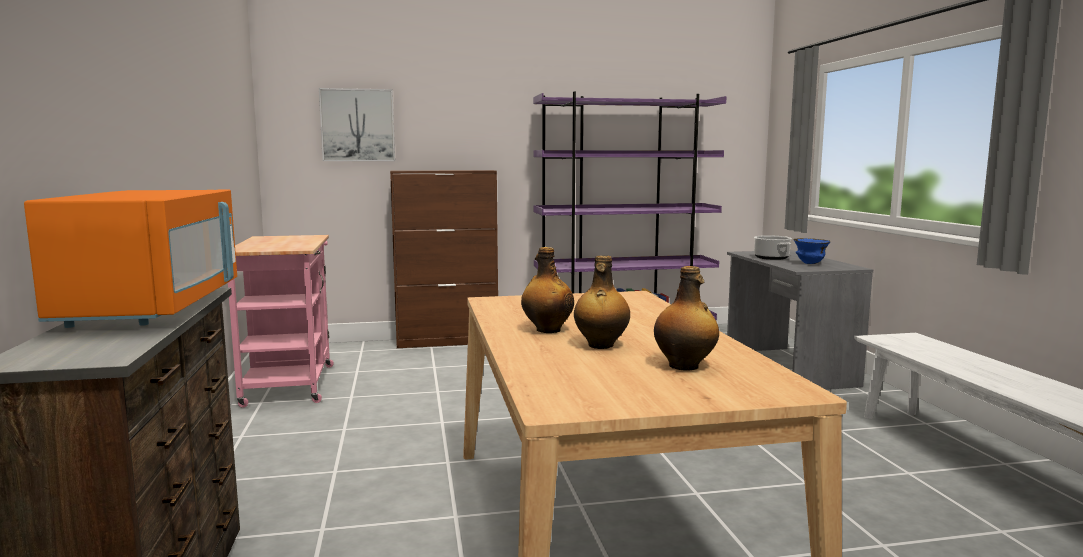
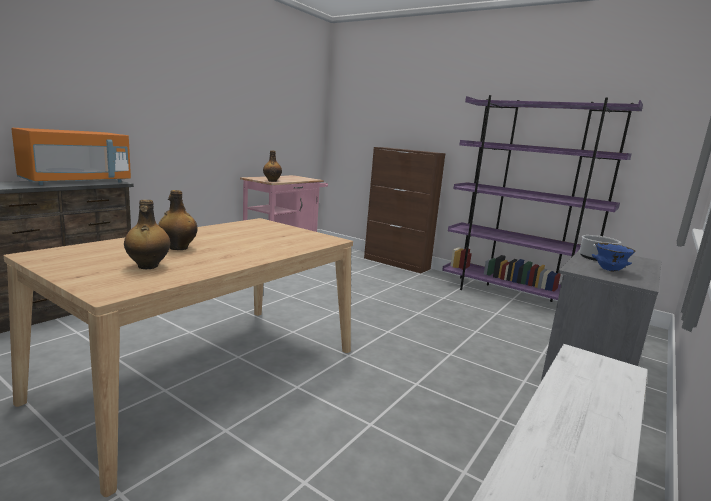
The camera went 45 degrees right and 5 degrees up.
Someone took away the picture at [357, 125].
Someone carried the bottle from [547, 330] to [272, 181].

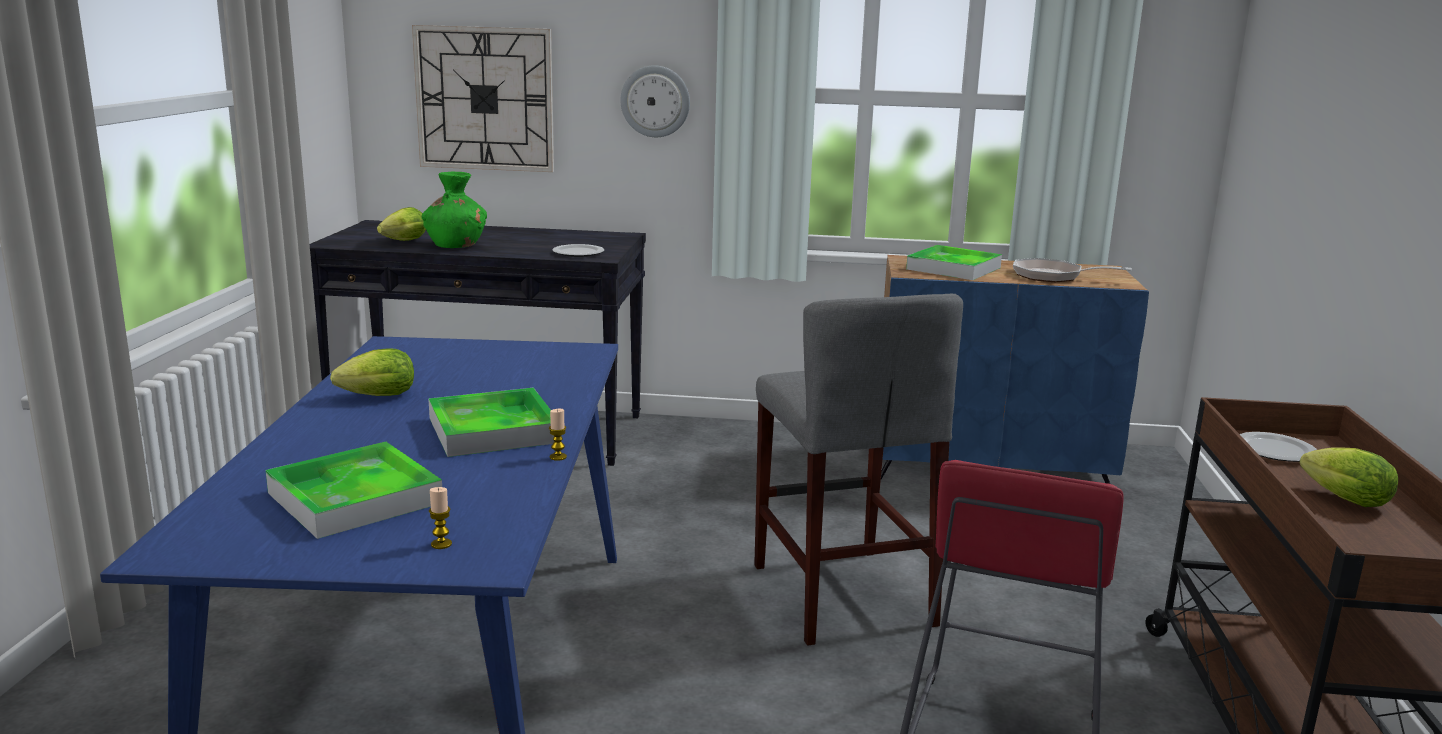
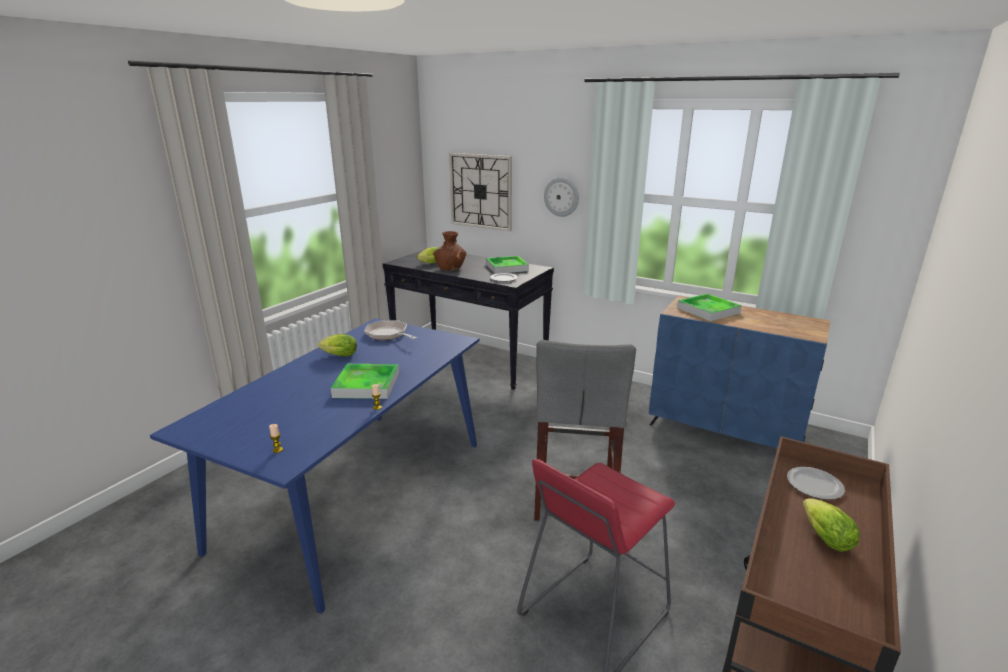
The camera went 25 degrees right and 5 degrees up.
Someone carried the tray from [355, 498] to [507, 267].
Someone repainted the green vase at [456, 246], which became the brown vase at [450, 268].
Someone carried the frying pan from [1053, 276] to [389, 334].

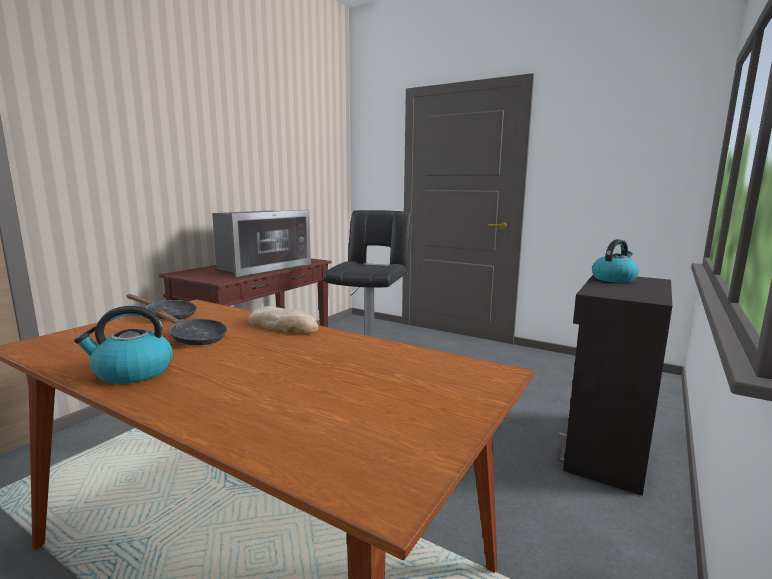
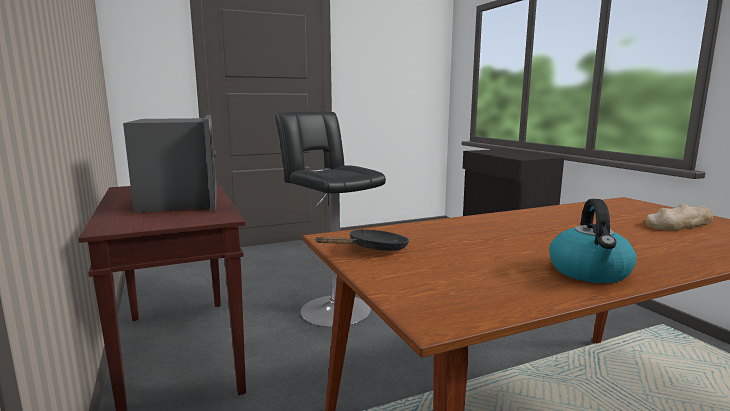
The camera went 55 degrees left and 0 degrees up.
Someone took away the black frying pan at [194, 338].
Someone carried the bread from [283, 326] to [679, 223].
Someone took away the kettle at [613, 279].

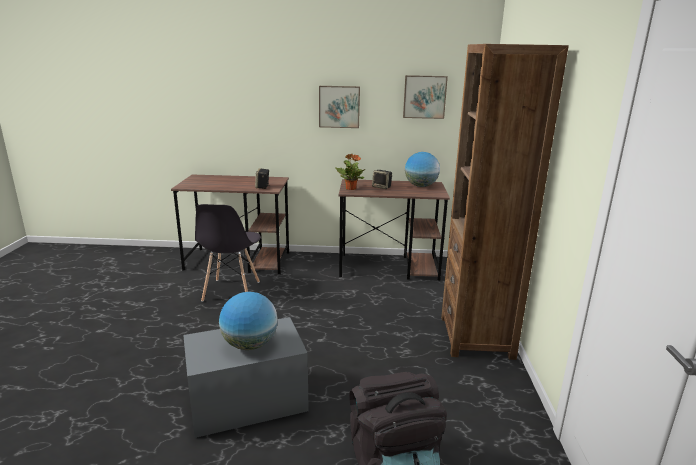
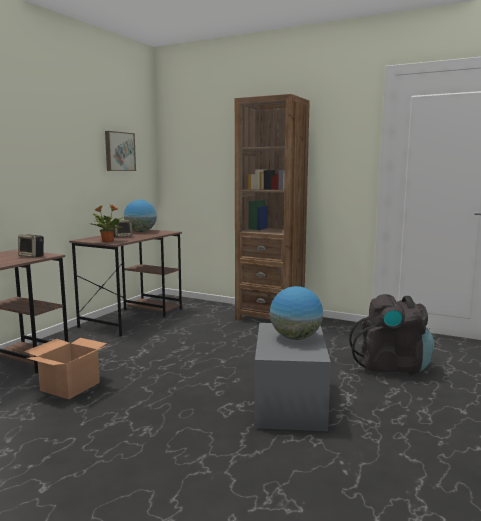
The camera went 65 degrees left and 10 degrees down.
Someone swapped the grey chair at [231, 291] for the cardboard box at [70, 387].
Someone took away the picture at [339, 106].

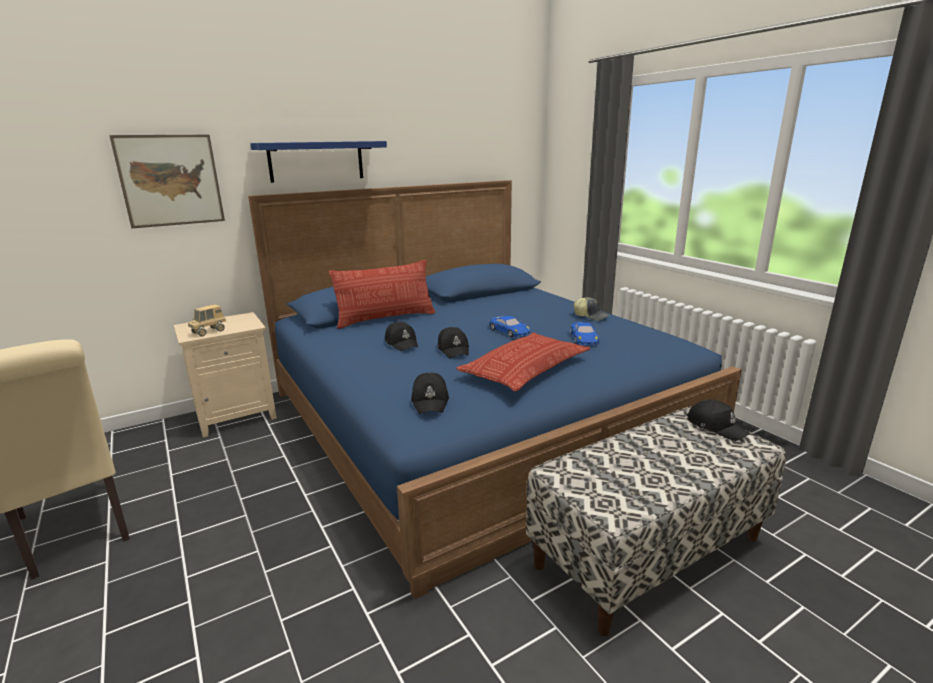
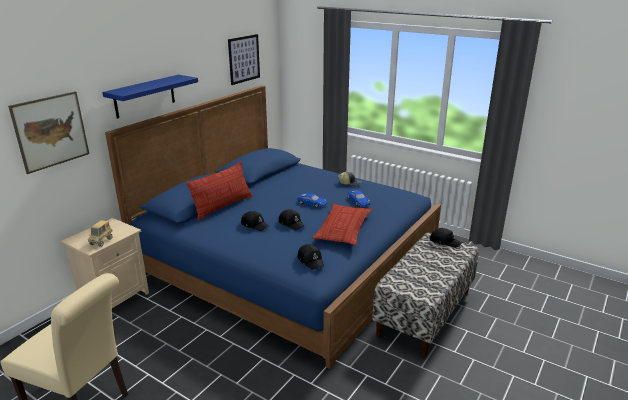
The camera went 25 degrees left and 5 degrees up.
Someone put up the picture at [244, 59].

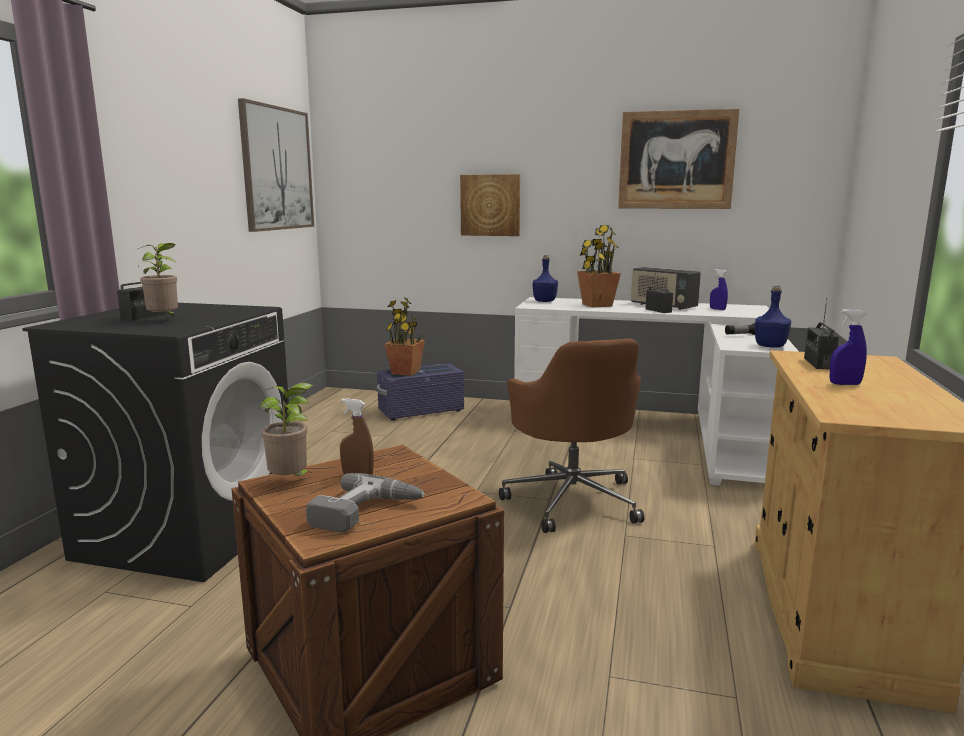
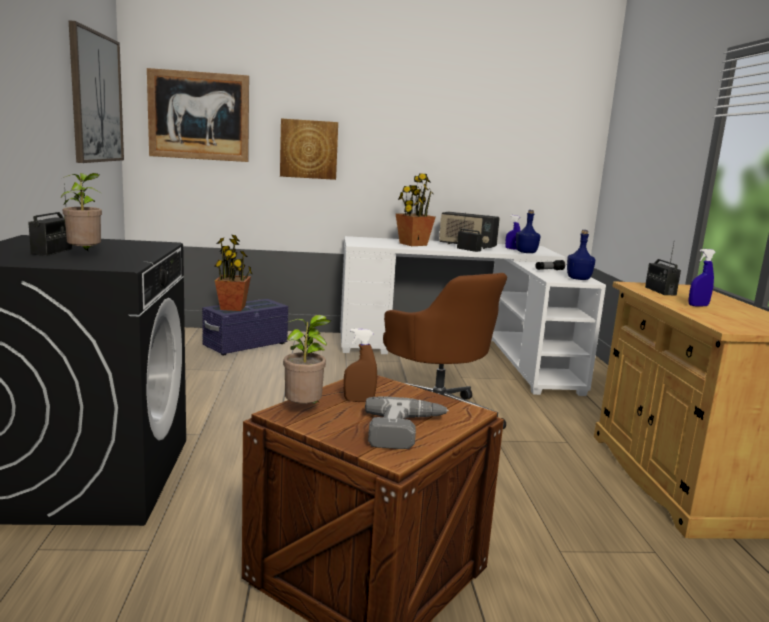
The camera went 20 degrees left and 0 degrees up.
Someone carried the blue bottle from [544, 301] to [526, 252].
Someone carried the picture from [676, 160] to [199, 116].

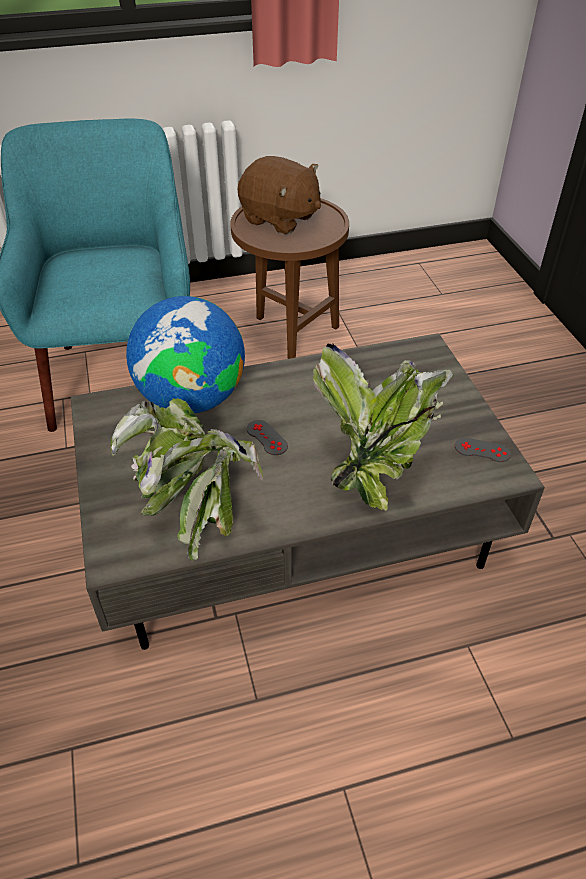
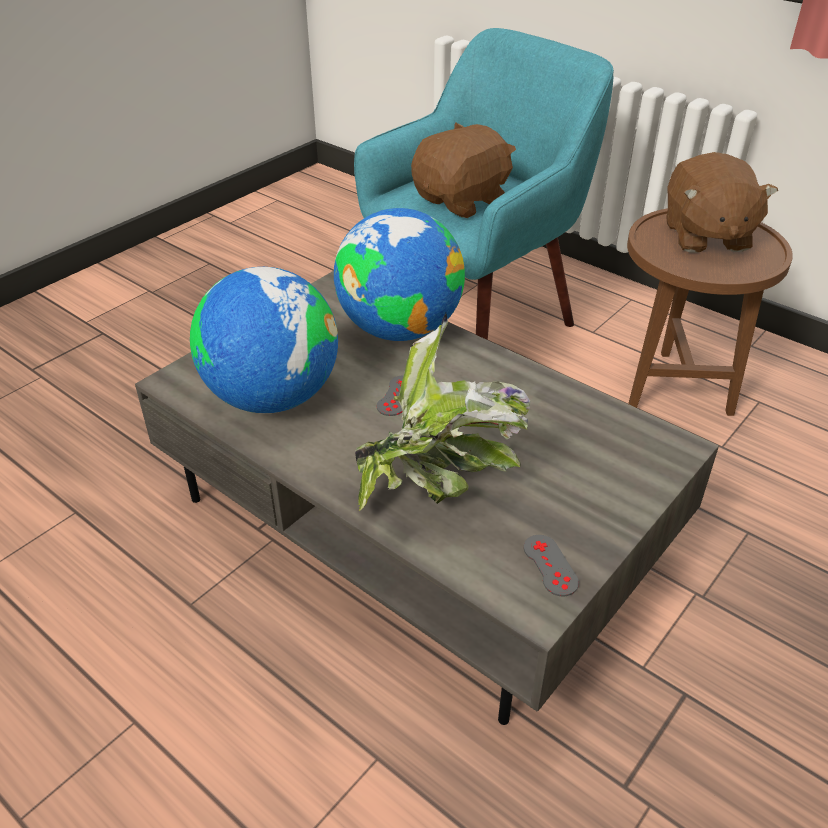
The camera went 55 degrees right and 5 degrees down.
Someone swapped the potted plant at [200, 505] for the globe at [272, 397].
Someone put down the brown plush toy at [463, 201].

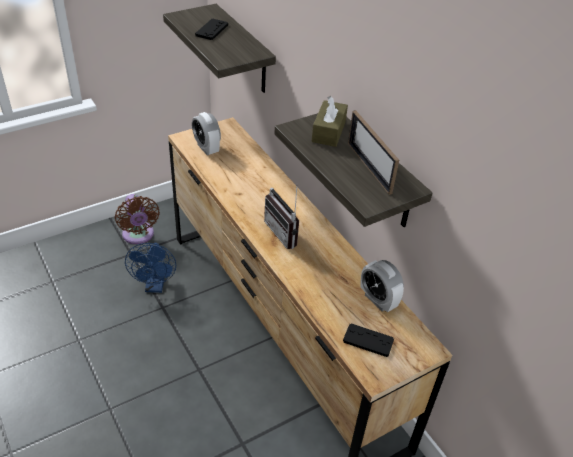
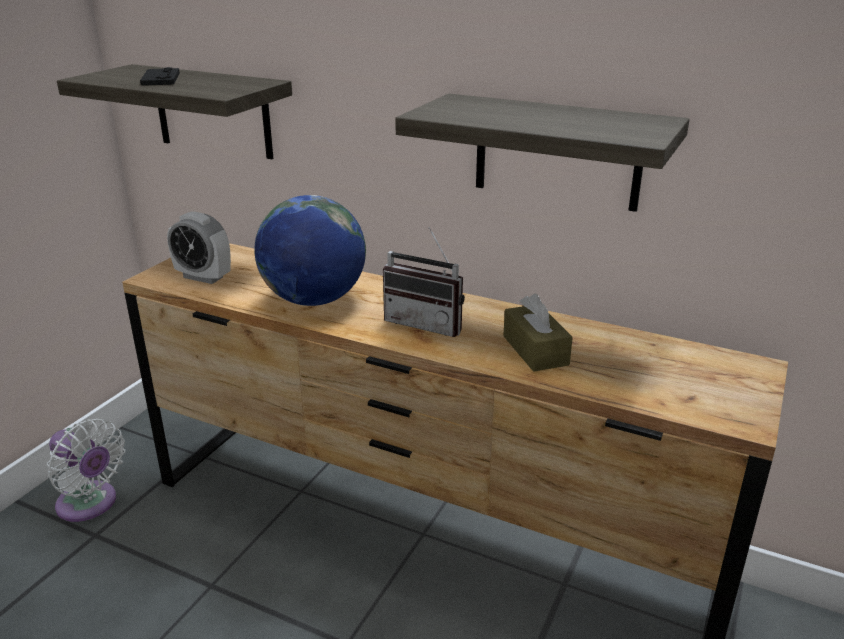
The camera went 30 degrees left and 15 degrees down.
Someone repainted the brown fan at [138, 236], which became the white fan at [90, 505].
Someone took away the blue fan at [155, 286].
Someone carried the brown tissue box from [328, 131] to [535, 350].
Someone took away the black game controller at [368, 341].
Someone took away the picture frame at [369, 167].
Someone took away the alarm clock at [378, 300].
Someone put down the globe at [314, 300].

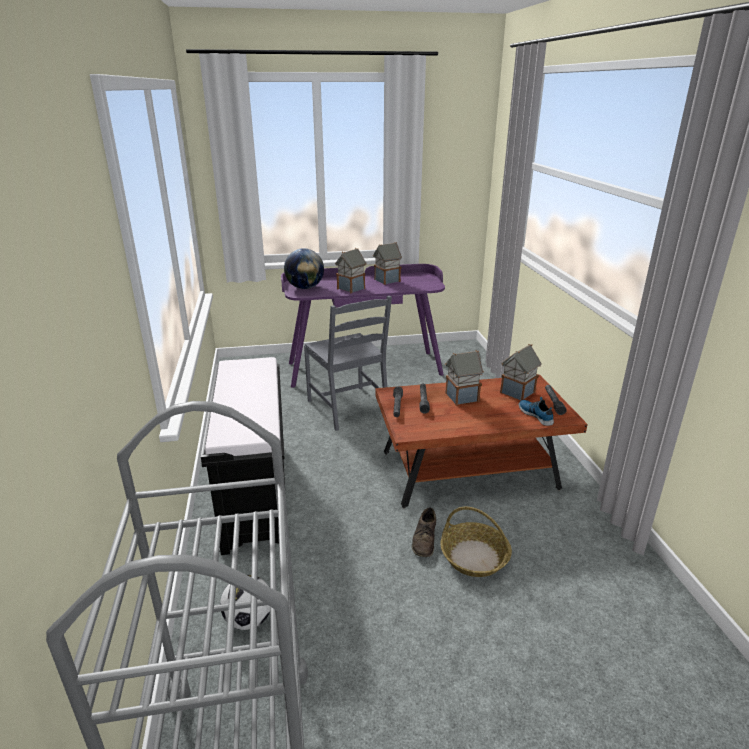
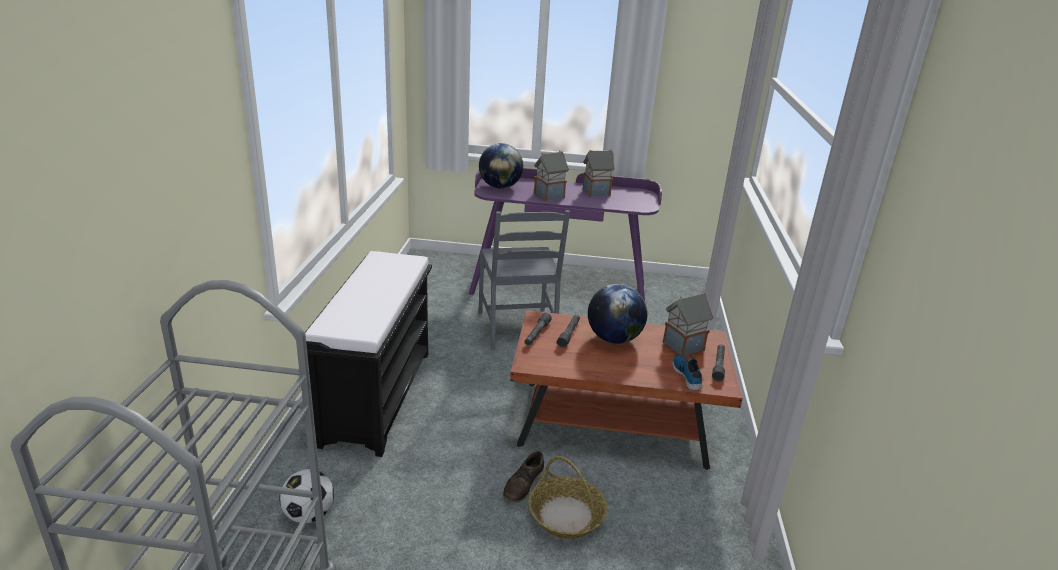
The camera went 15 degrees right and 0 degrees up.
Someone swapped the toy house at [461, 397] for the globe at [614, 339].

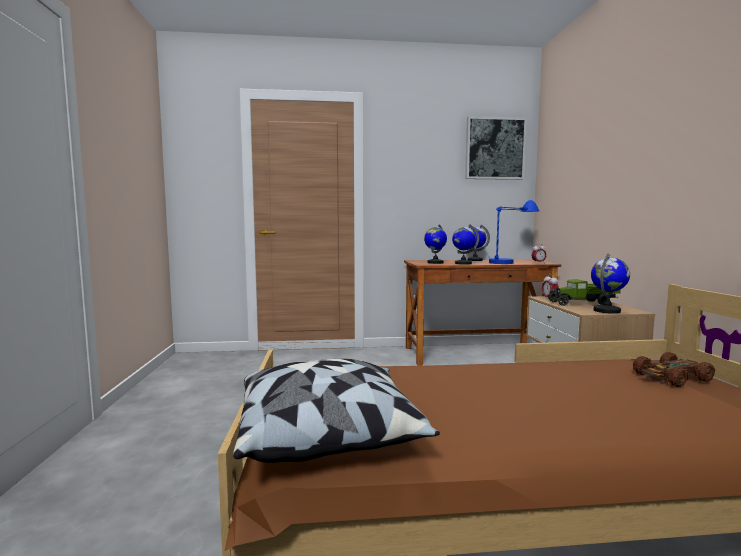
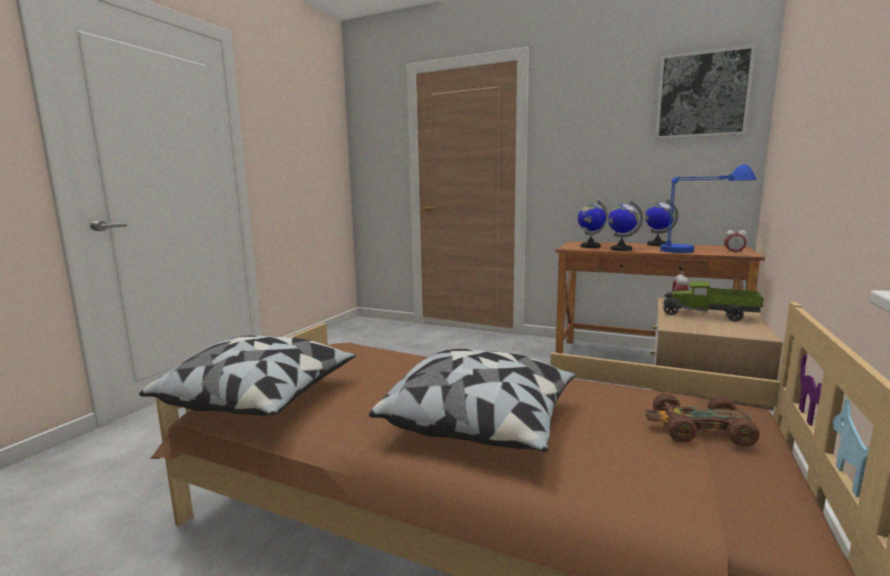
The camera went 30 degrees right and 5 degrees up.
Someone took away the globe at [607, 311].
Someone put down the pillow at [482, 422].

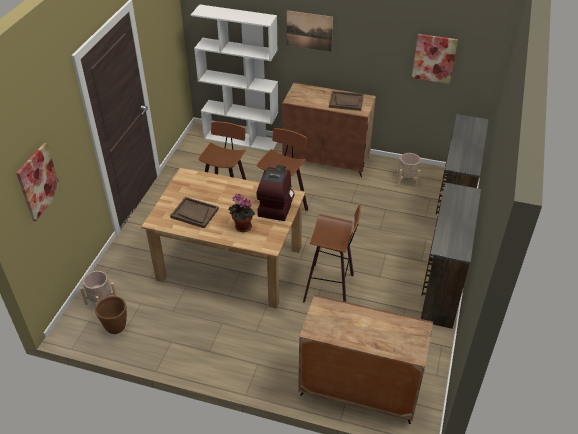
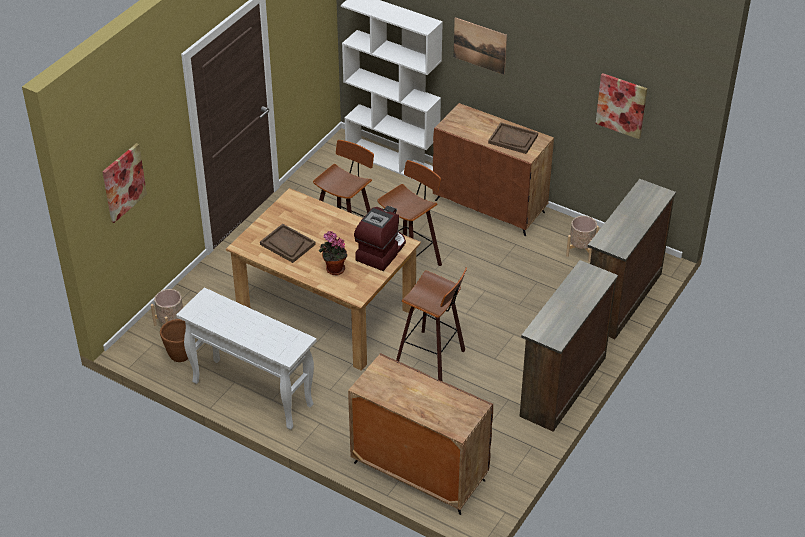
The camera went 15 degrees right and 0 degrees up.
Someone put down the white console table at [251, 393].

